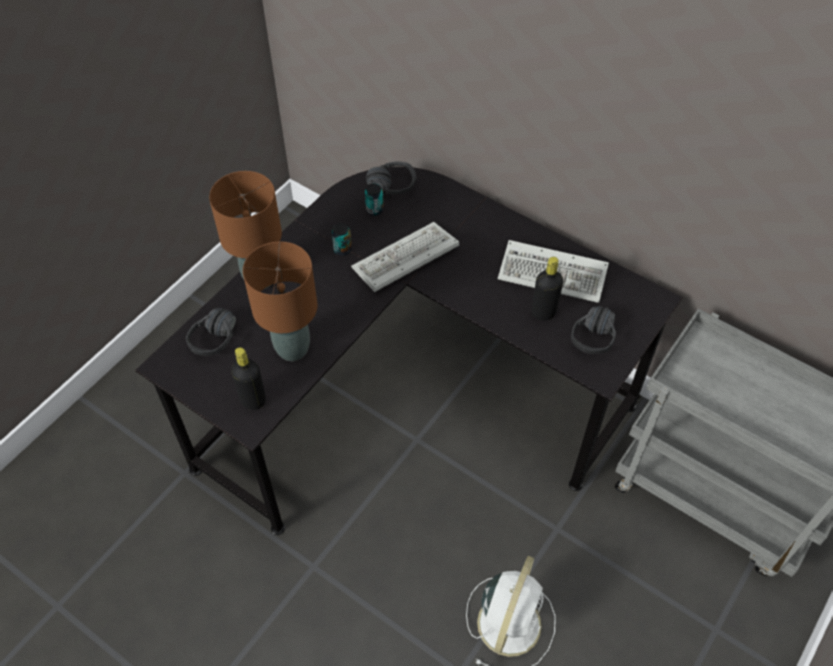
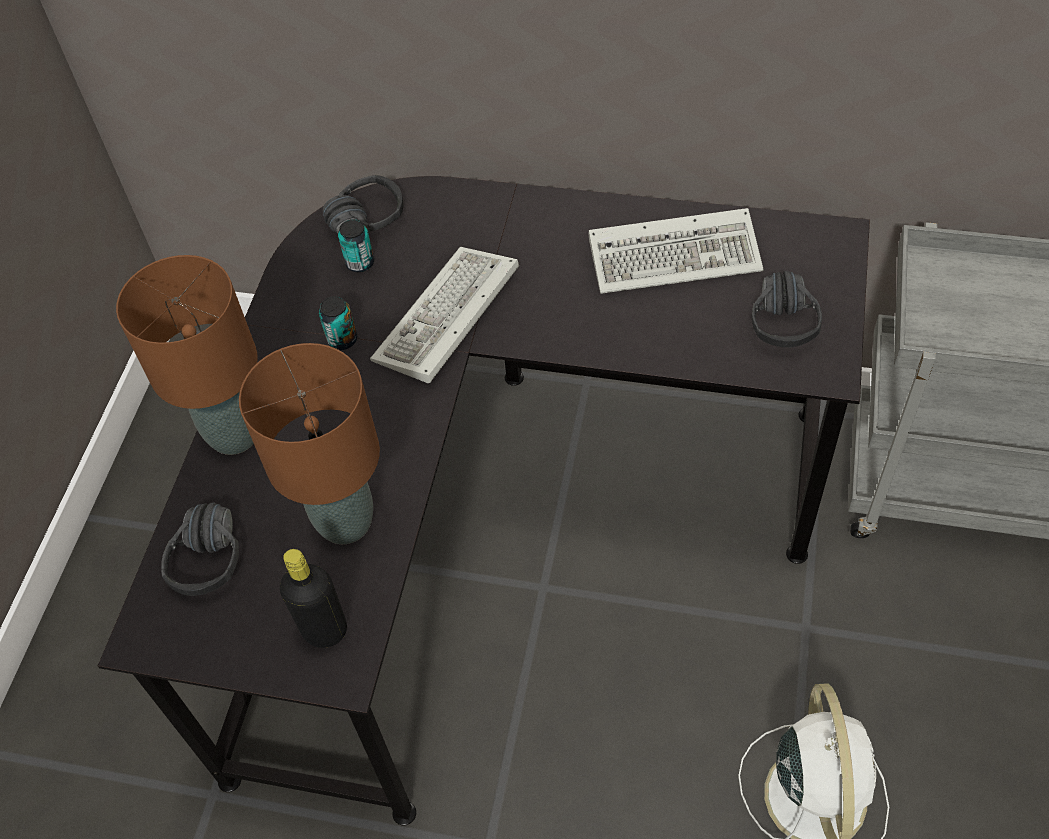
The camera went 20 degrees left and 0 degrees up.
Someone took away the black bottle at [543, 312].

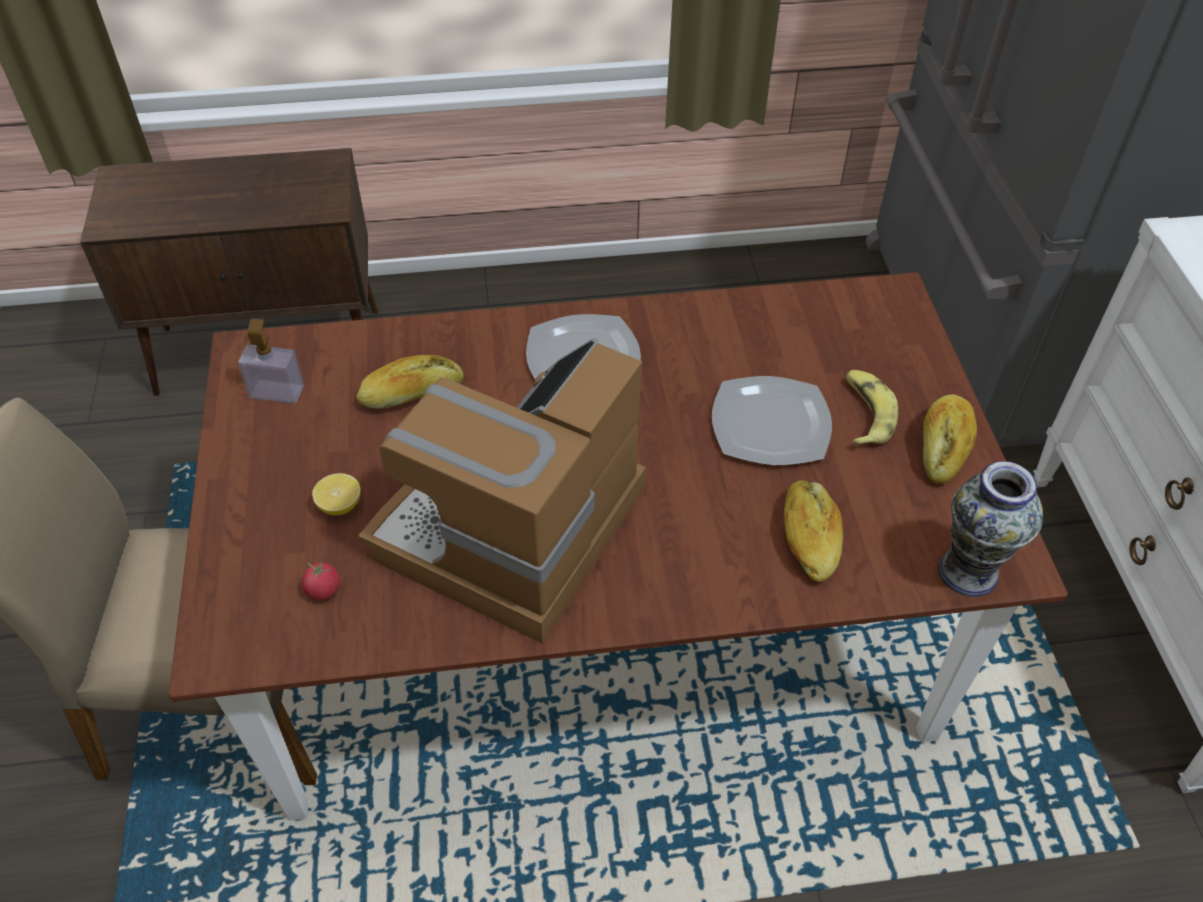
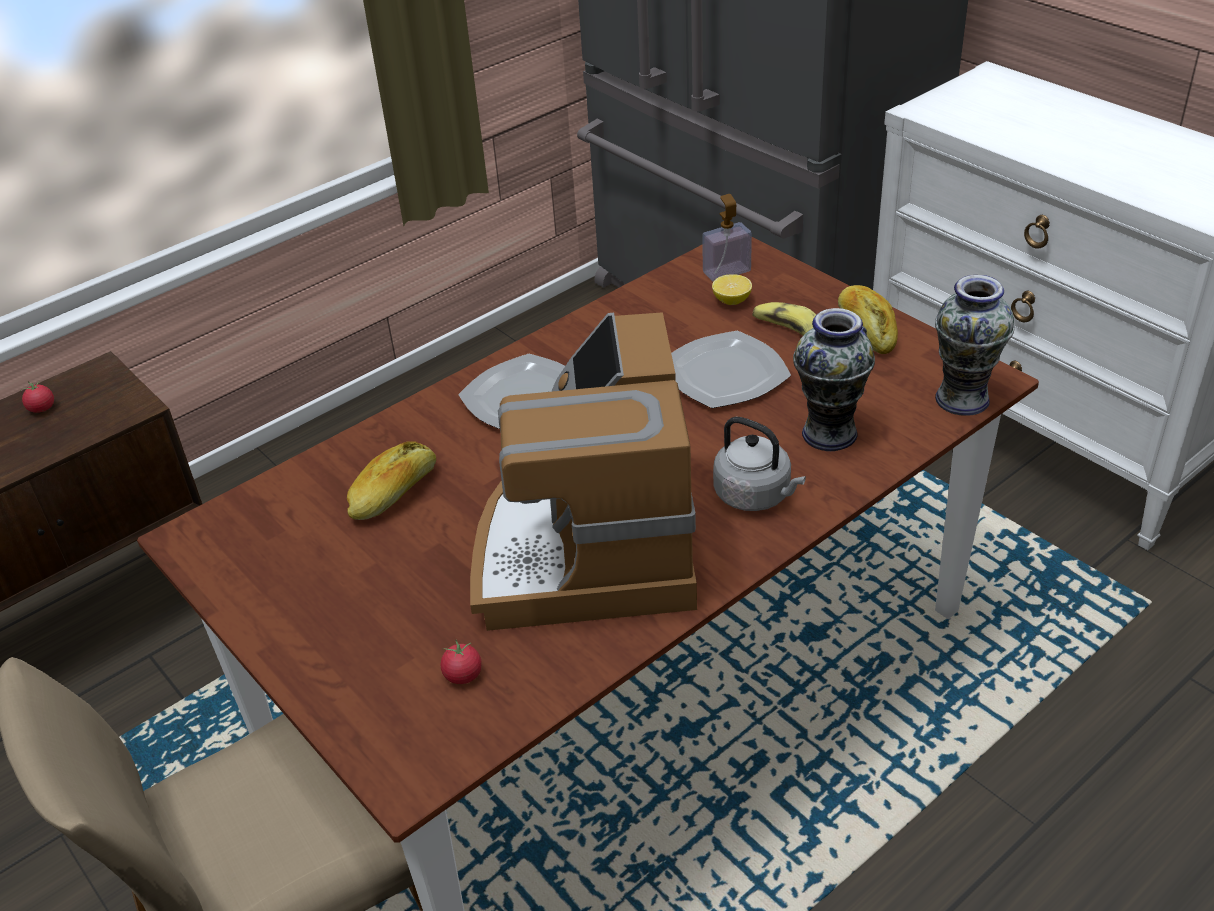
The camera went 30 degrees left and 10 degrees down.
Someone carried the soap dispenser from [277, 392] to [726, 271].
Someone carried the lemon from [340, 505] to [732, 301].
Someone swapped the bread at [808, 538] for the vase at [830, 434].
Someone put down the tomato at [42, 408].
Someone put down the grey kettle at [756, 495].

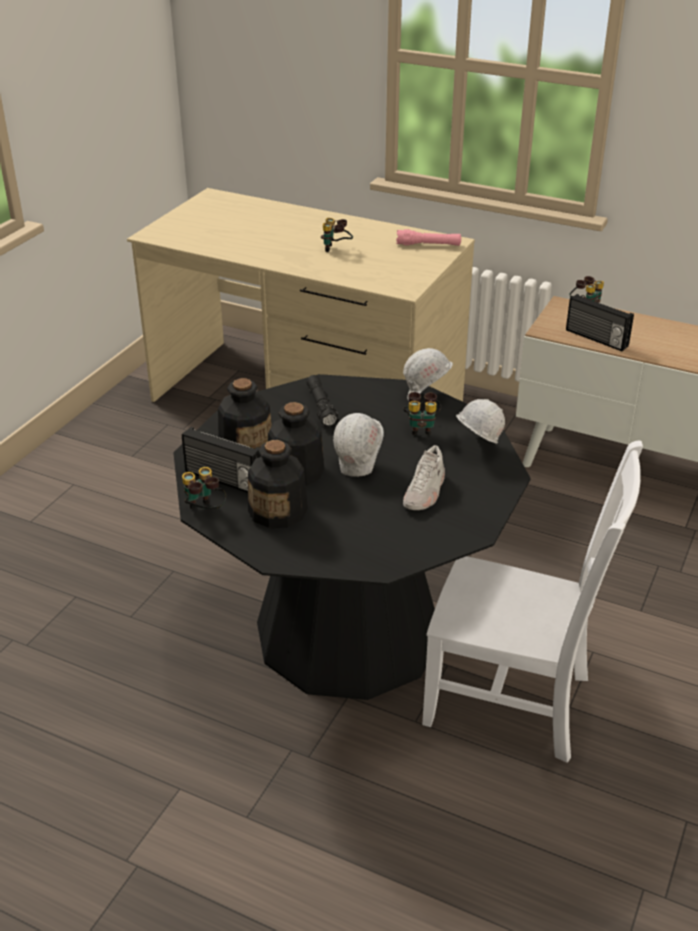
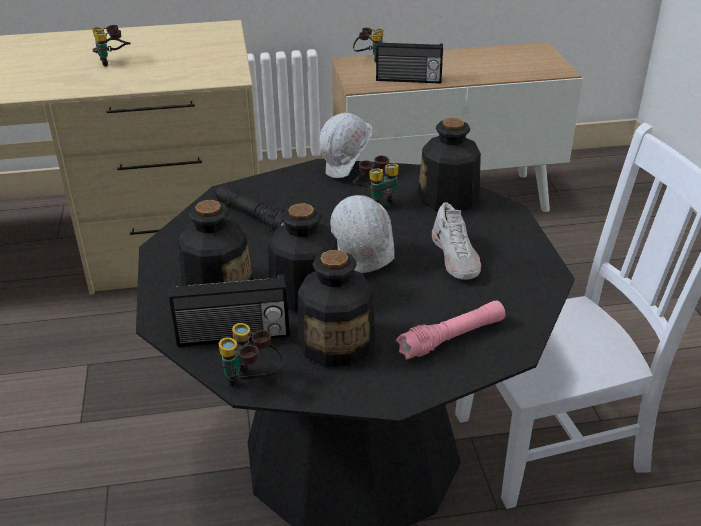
The camera went 35 degrees left and 0 degrees up.
Someone carried the pink flashlight from [428, 245] to [452, 338].
Someone swapped the white hard hat at [476, 448] for the bottle at [448, 198].

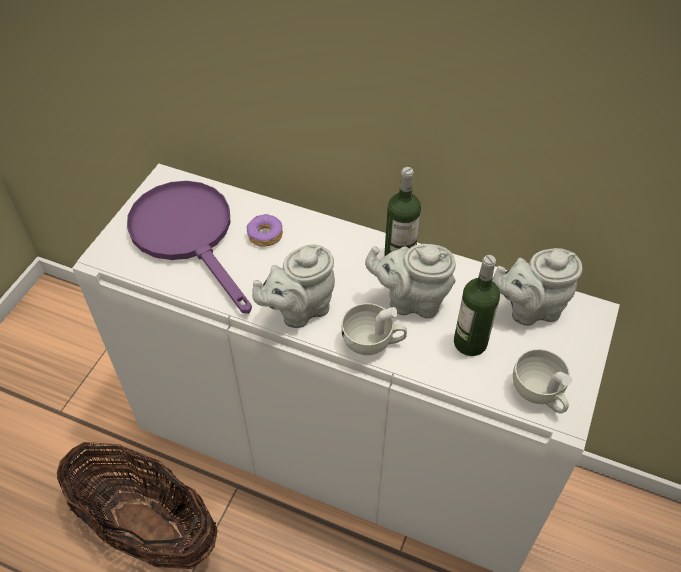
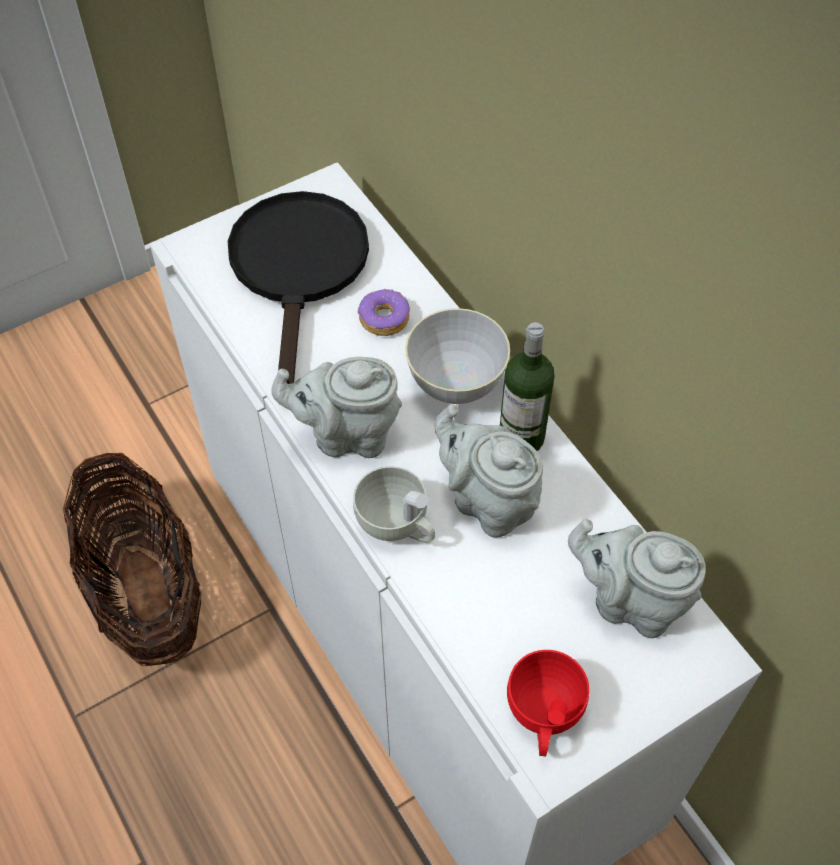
The camera went 35 degrees right and 5 degrees up.
Someone repainted the purple frying pan at [189, 235], which became the black frying pan at [299, 272].
Someone took away the bottle at [470, 342].
Someone repainted the white cup at [540, 394], which became the red cup at [543, 715].
Someone put down the grey bowl at [456, 383].

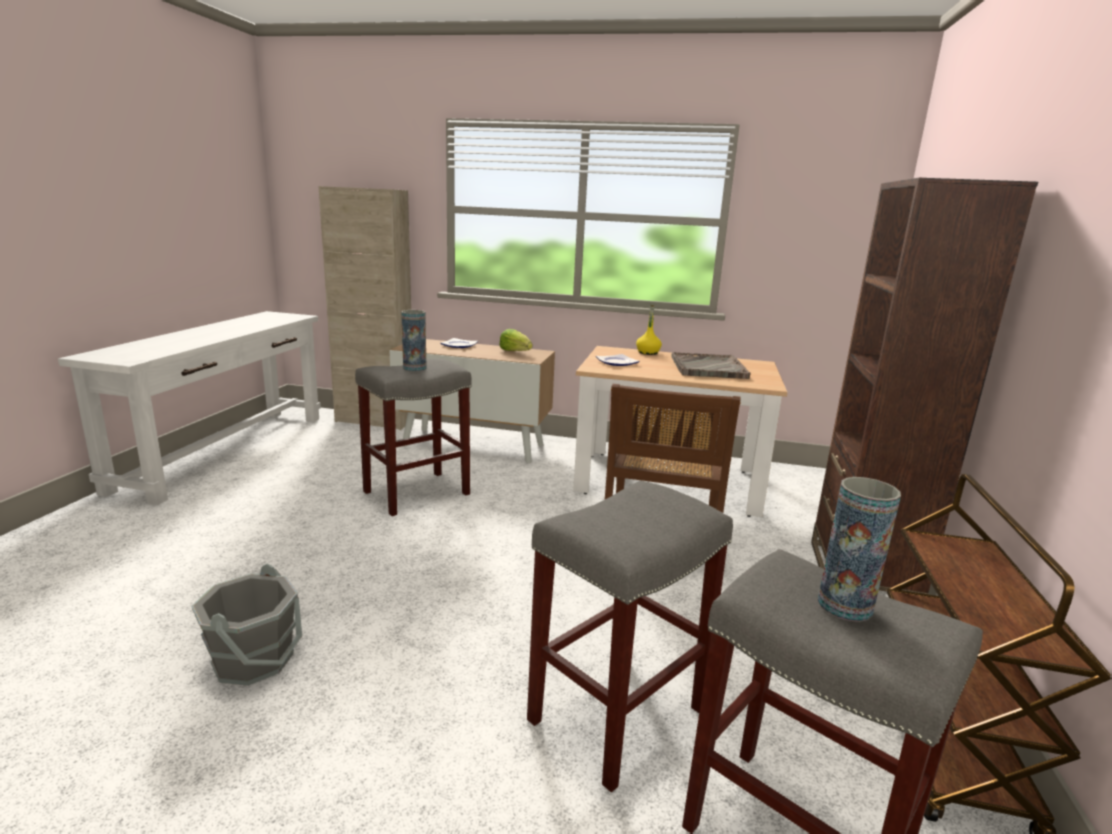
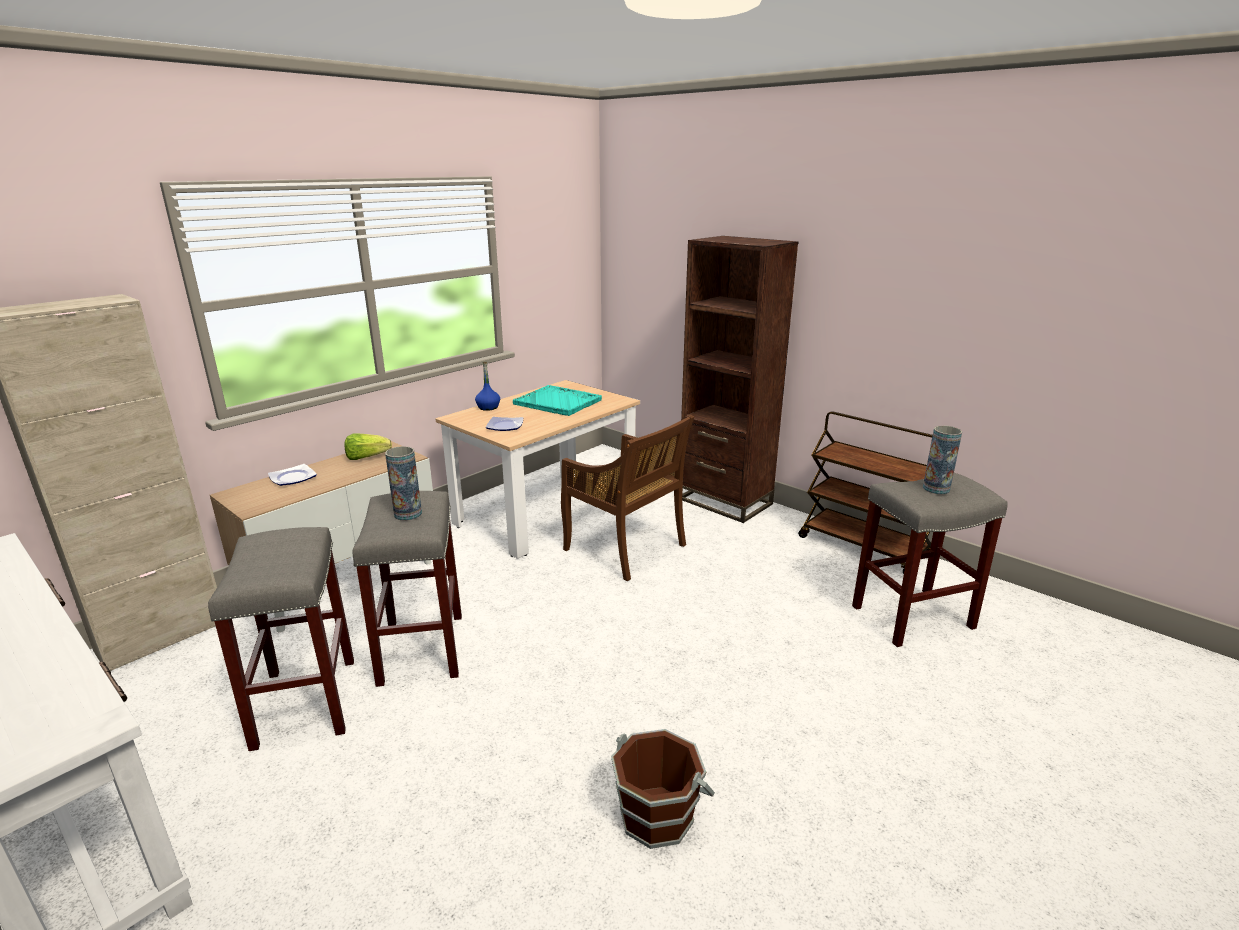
The camera went 60 degrees left and 5 degrees up.
Someone repainted the grey bucket at [255, 659], which became the brown bucket at [657, 814].
Someone carried the grey stool from [617, 717] to [306, 703].
Someone repainted the yellow bottle at [648, 352], which became the blue bottle at [488, 407].
Someone repainted the grey tray at [708, 367], which became the turquoise tray at [558, 402].

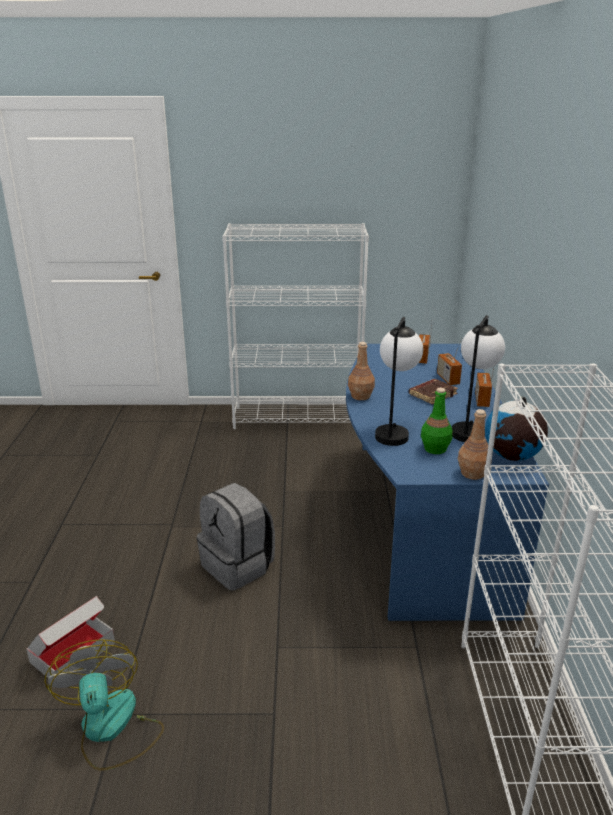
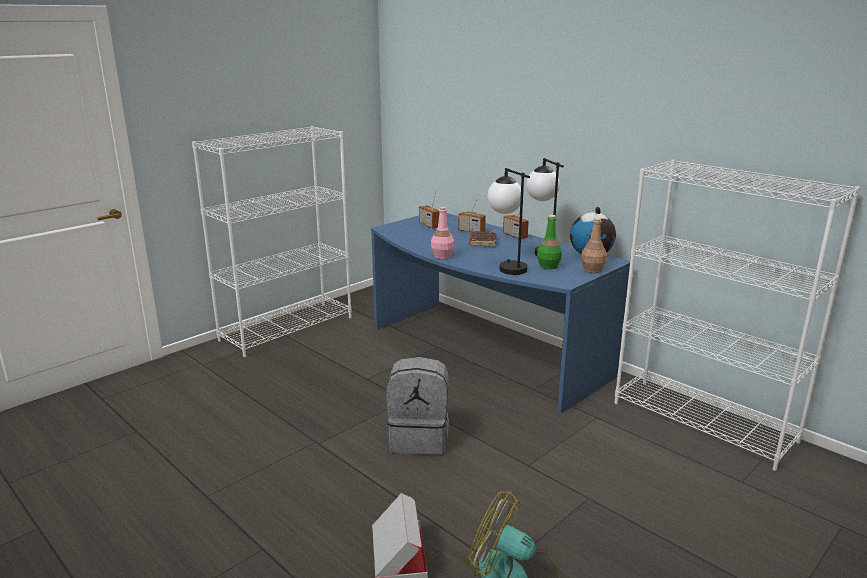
The camera went 45 degrees left and 5 degrees down.
Someone repainted the brown bottle at [361, 396], which became the pink bottle at [442, 256].

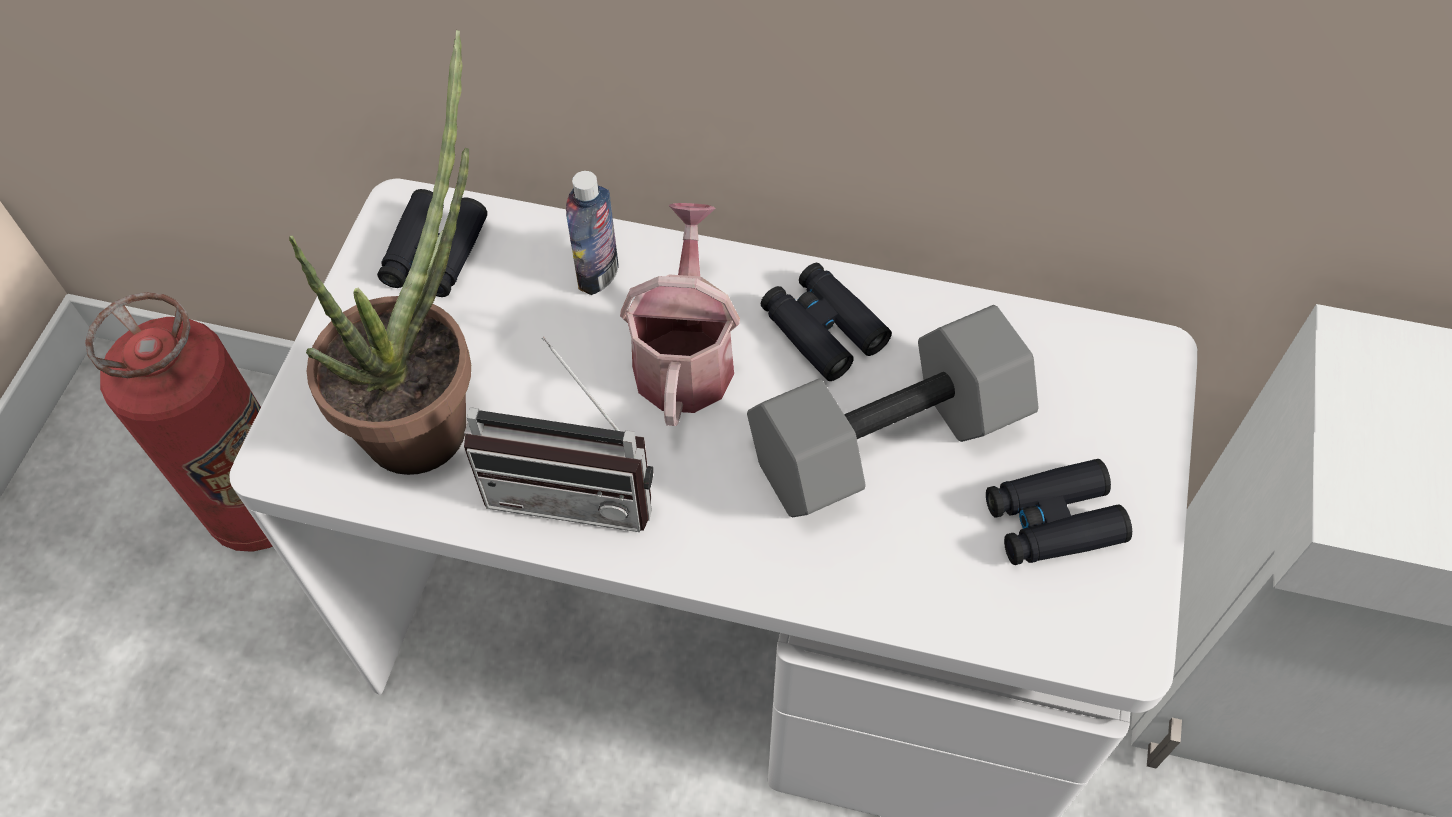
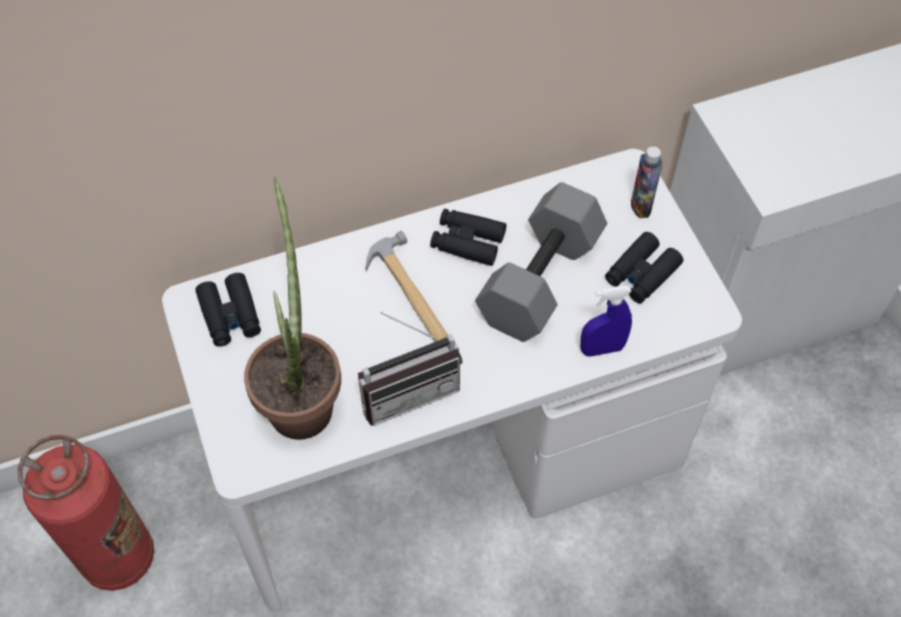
The camera went 35 degrees left and 0 degrees up.
Someone carried the bottle from [598, 274] to [641, 205].
Someone swapped the watering can at [684, 355] for the hammer at [409, 293].
Someone put down the blue spray bottle at [602, 349].

